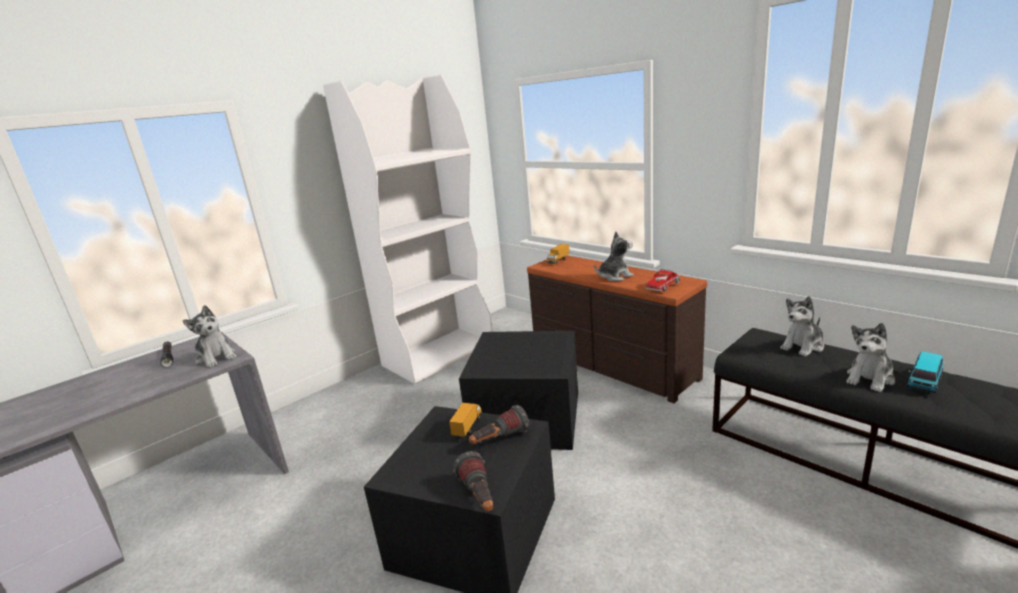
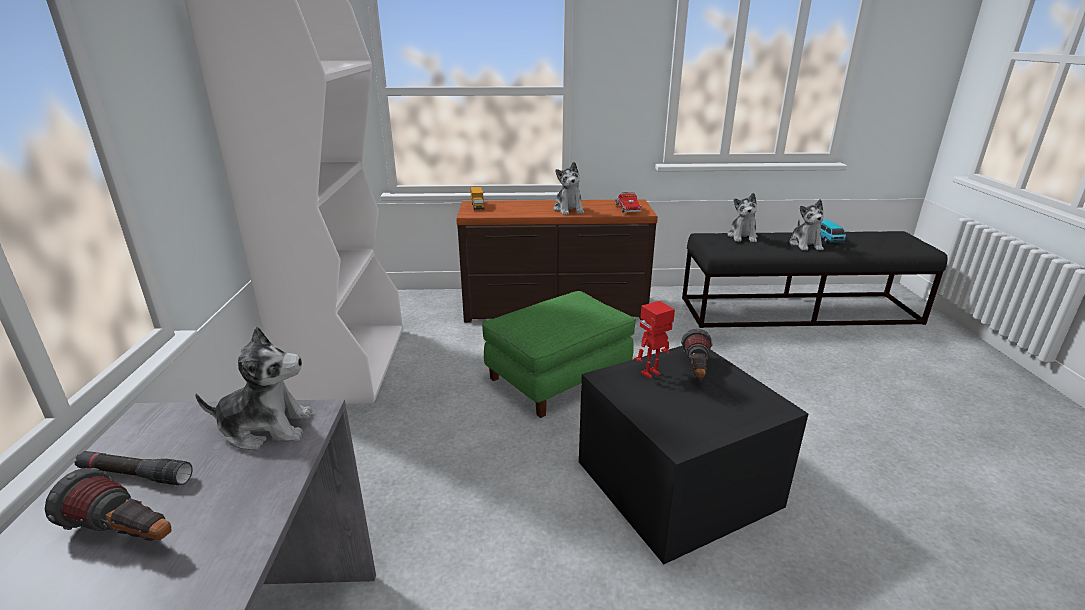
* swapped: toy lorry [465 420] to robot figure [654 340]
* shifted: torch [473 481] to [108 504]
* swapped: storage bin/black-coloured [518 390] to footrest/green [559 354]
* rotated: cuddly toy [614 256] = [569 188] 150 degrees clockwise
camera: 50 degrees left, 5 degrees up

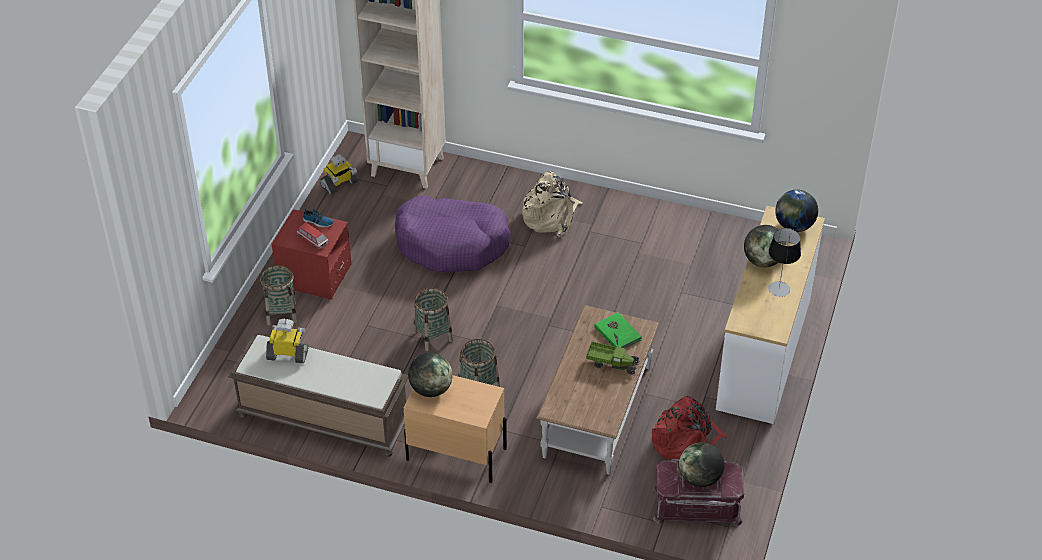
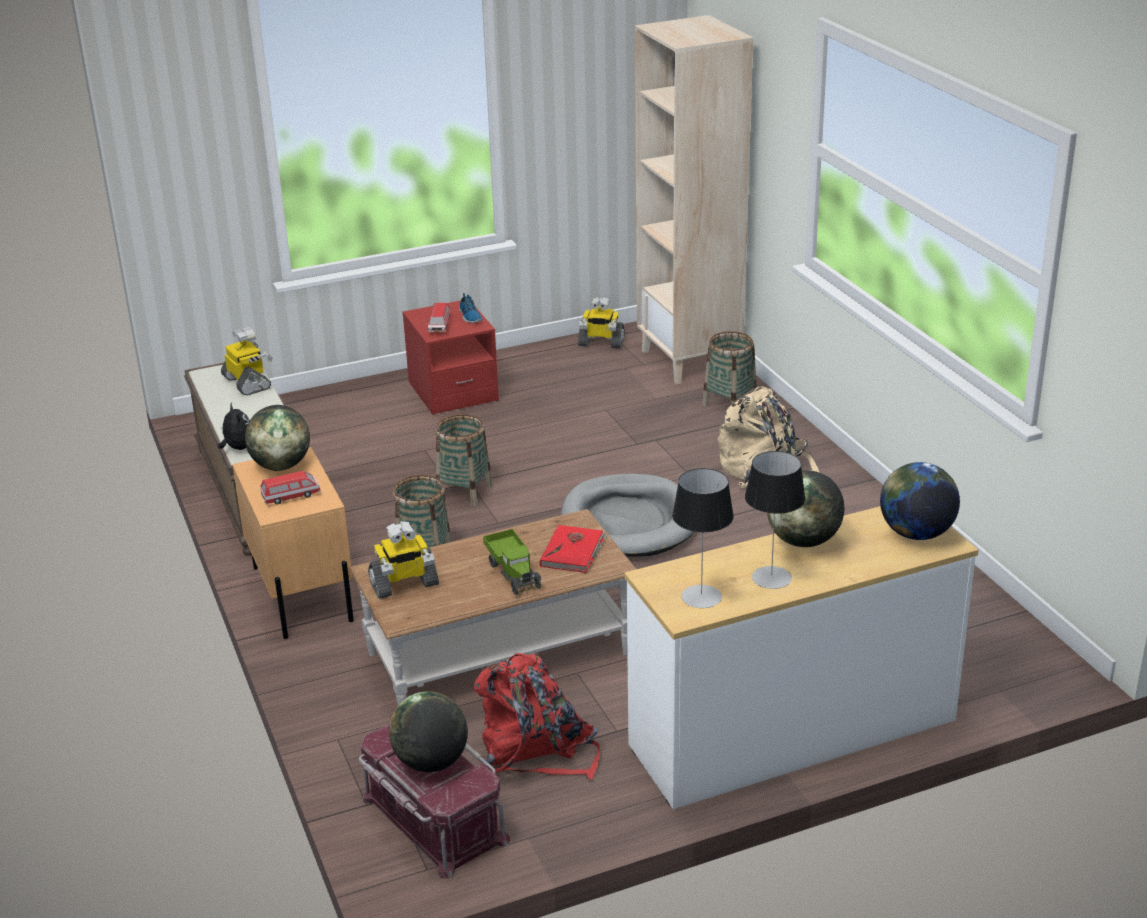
* shifted: storage basket [279 295] to [729 369]
* gone: pet bed/purple [453 233]
* repainted: bound book/green [618 330] to bound book/red-coloured [573 549]
* new: cuddly toy [234 426]
* new: toy car [290 488]
* new: robot figure [403 560]
* new: pet bed/gray [627 515]
* new: lamp for a table [703 538]
camera: 50 degrees right, 15 degrees down

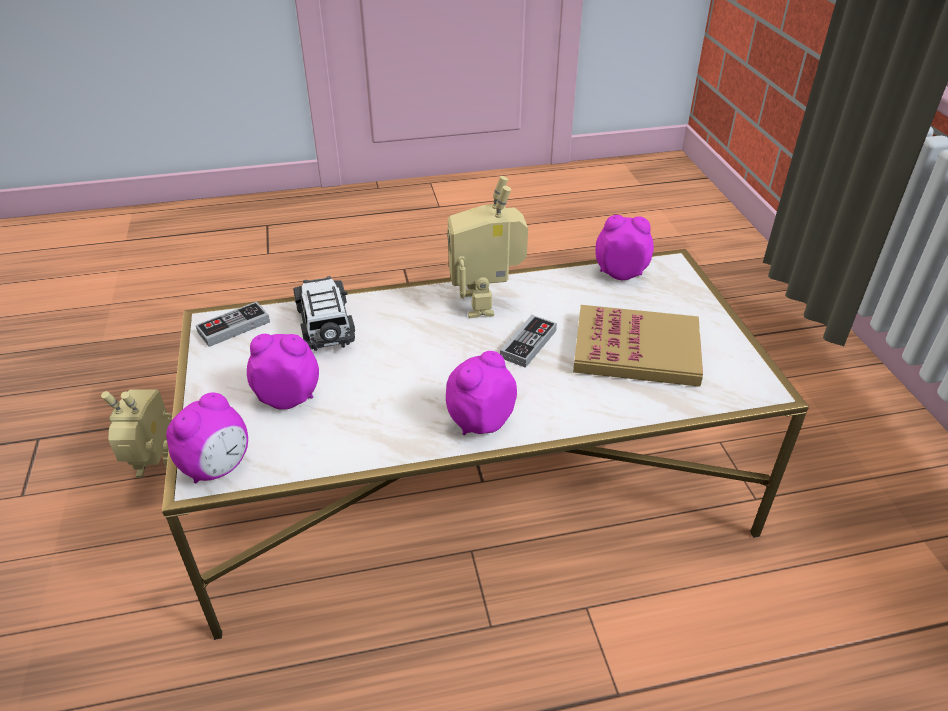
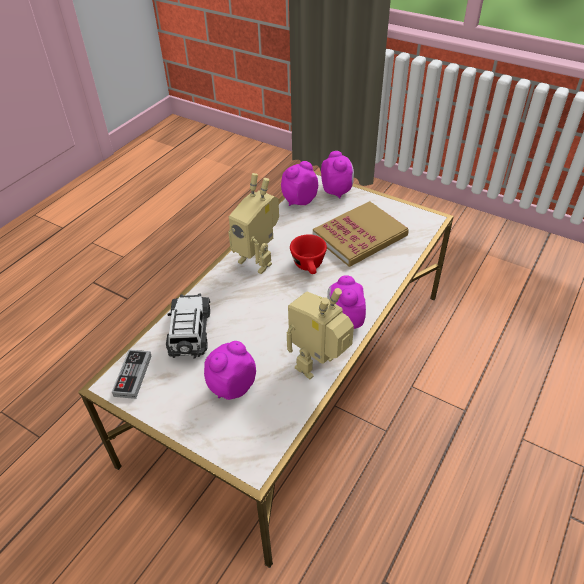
* shifted: robot figure [136 433] to [320 333]
* shifted: bedside clock [207 438] to [337 175]
* rotated: toy car [324 313] = [188 326] 60 degrees clockwise
* swapped: game controller [528 341] to small cup/red-coloured [308 254]
camera: 45 degrees left, 5 degrees up

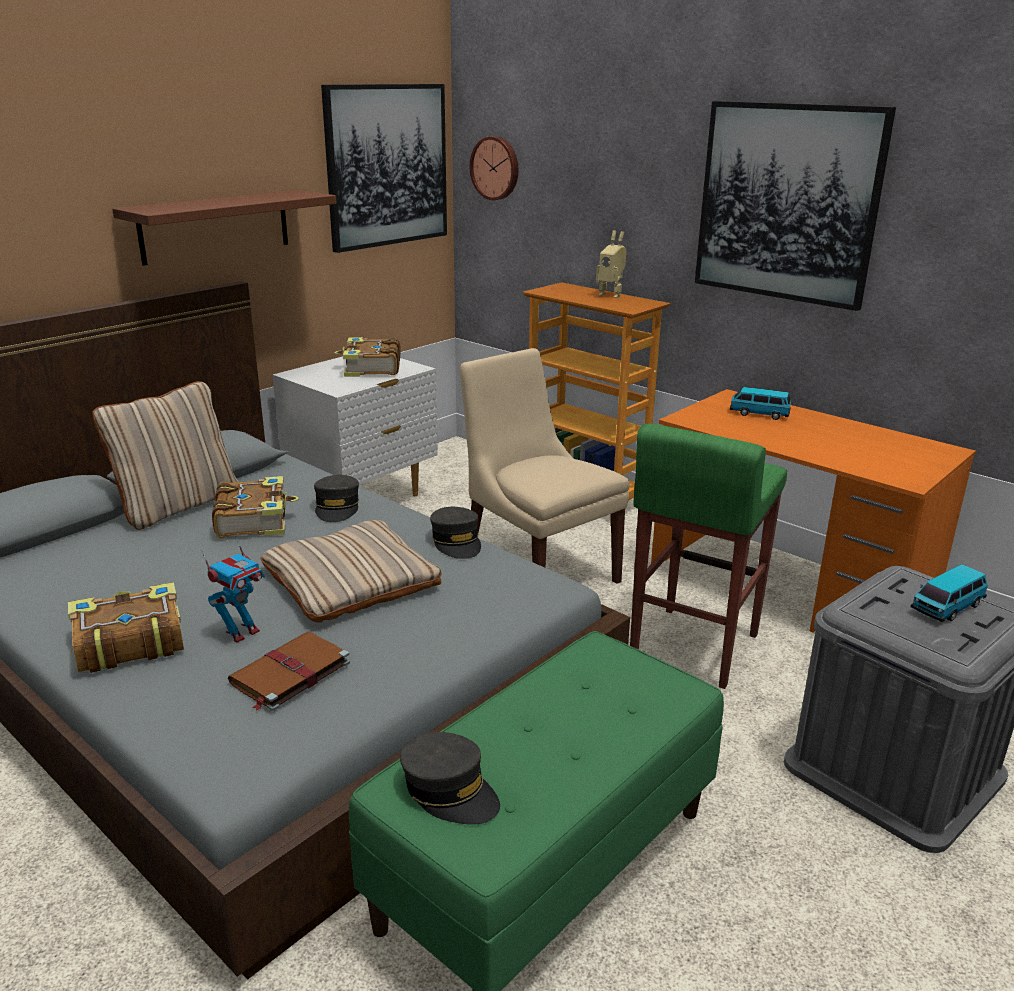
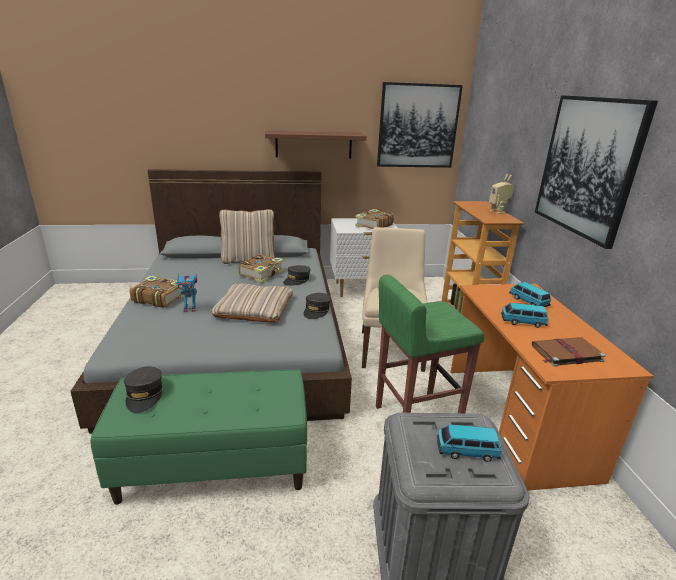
* shifted: bound book/brown-coloured [289 671] to [569 352]
* gone: clock on the wall [494 168]
* new: toy car [524 315]
camera: 40 degrees right, 0 degrees up

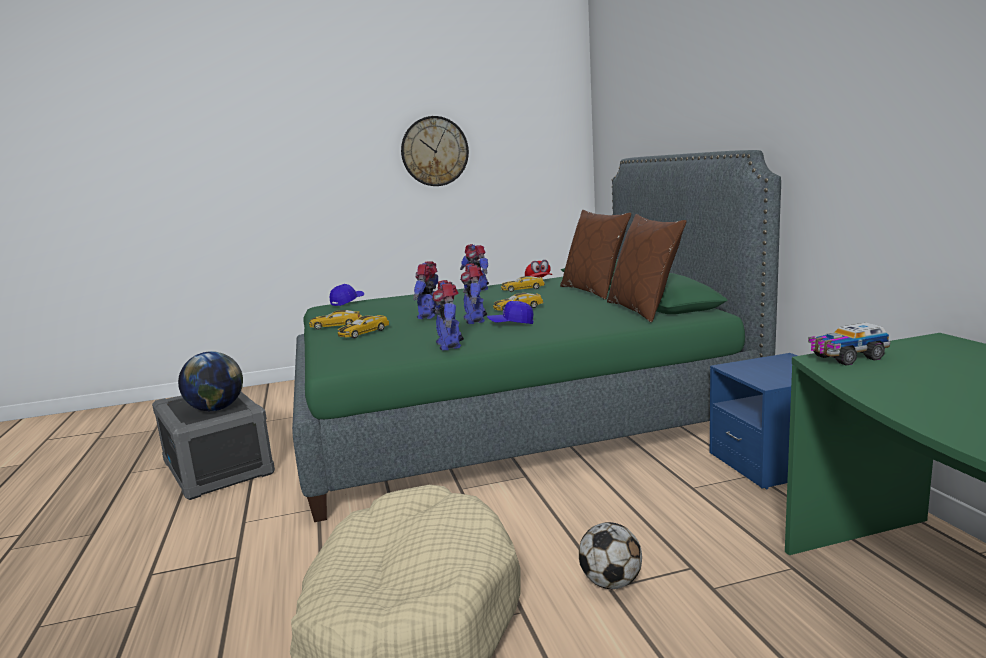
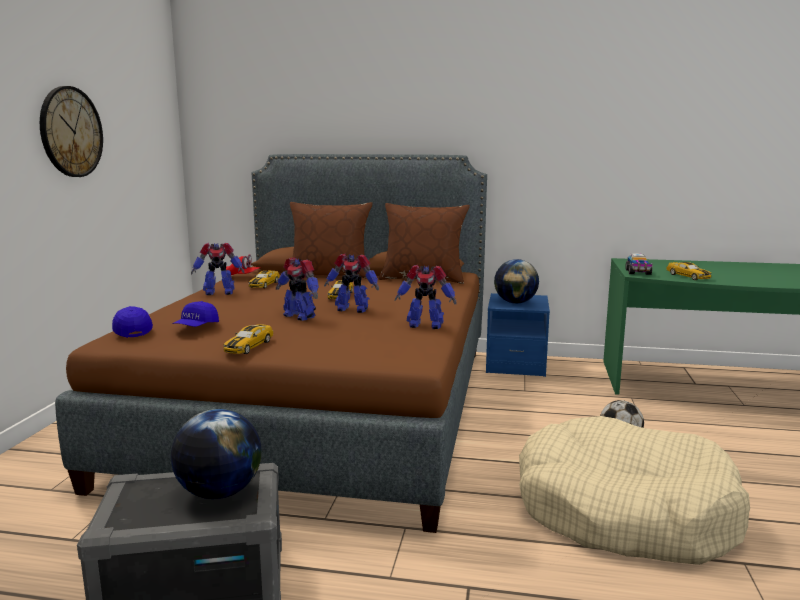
* repainted: bedroom bed/green [536 336] to bedroom bed/brown-coloured [271 343]
* shifted: toy car [363 326] to [689 271]
* shifted: baseball cap/blue-coloured [510 312] to [195 314]
* new: world globe [516 281]
camera: 65 degrees left, 0 degrees up

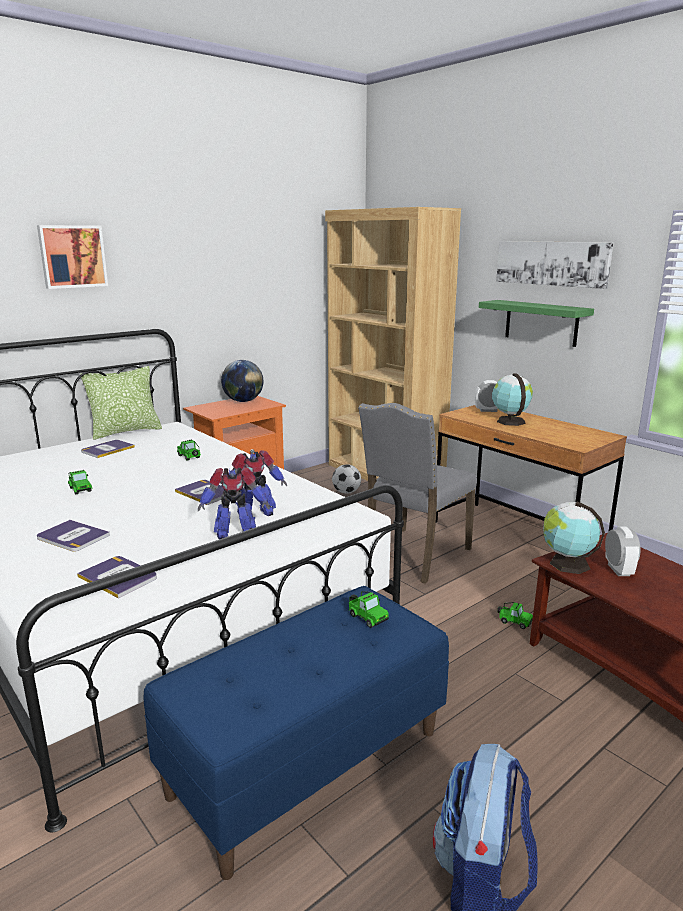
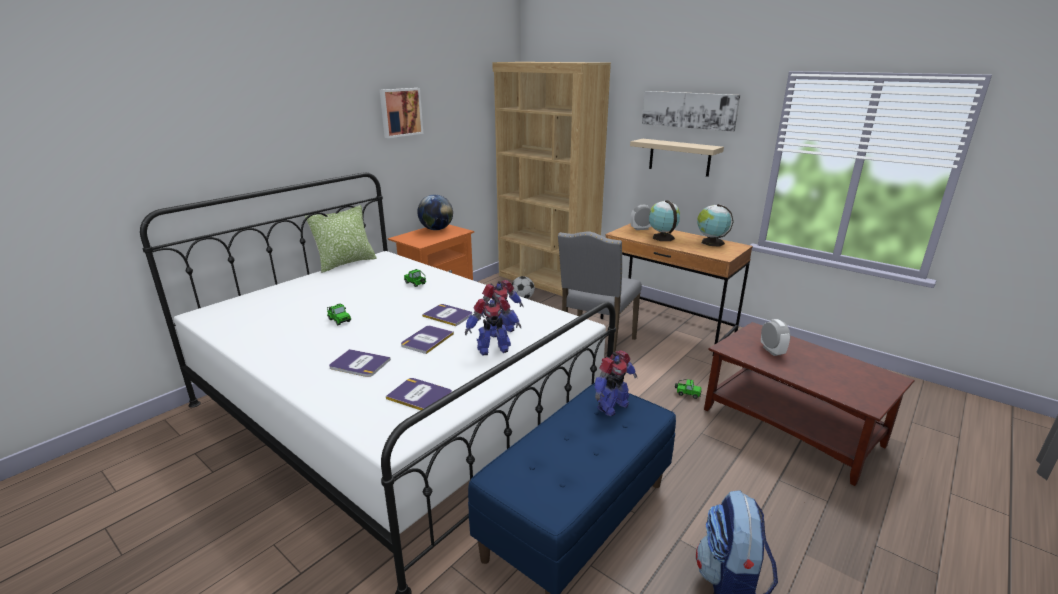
* shifted: picture [72 257] to [401 113]
* shifted: bound book [108 449] to [427 340]
* swapped: toy car [368 609] to robot figure [615 383]
* repainted: wall shelf/green [536 323] to wall shelf/beige [677 158]
* shifted: world globe [574 538] to [715 225]
camera: 10 degrees left, 5 degrees up

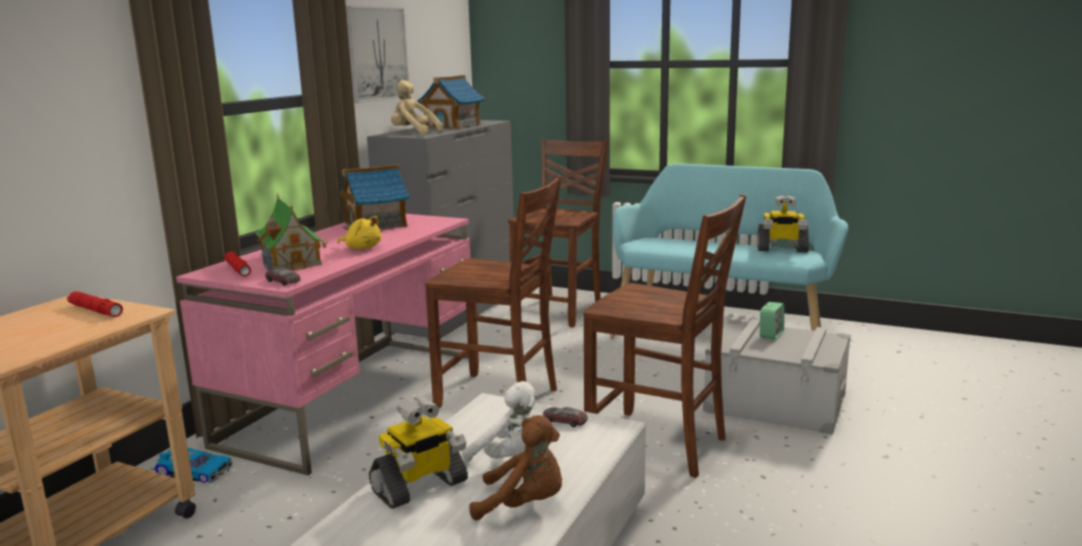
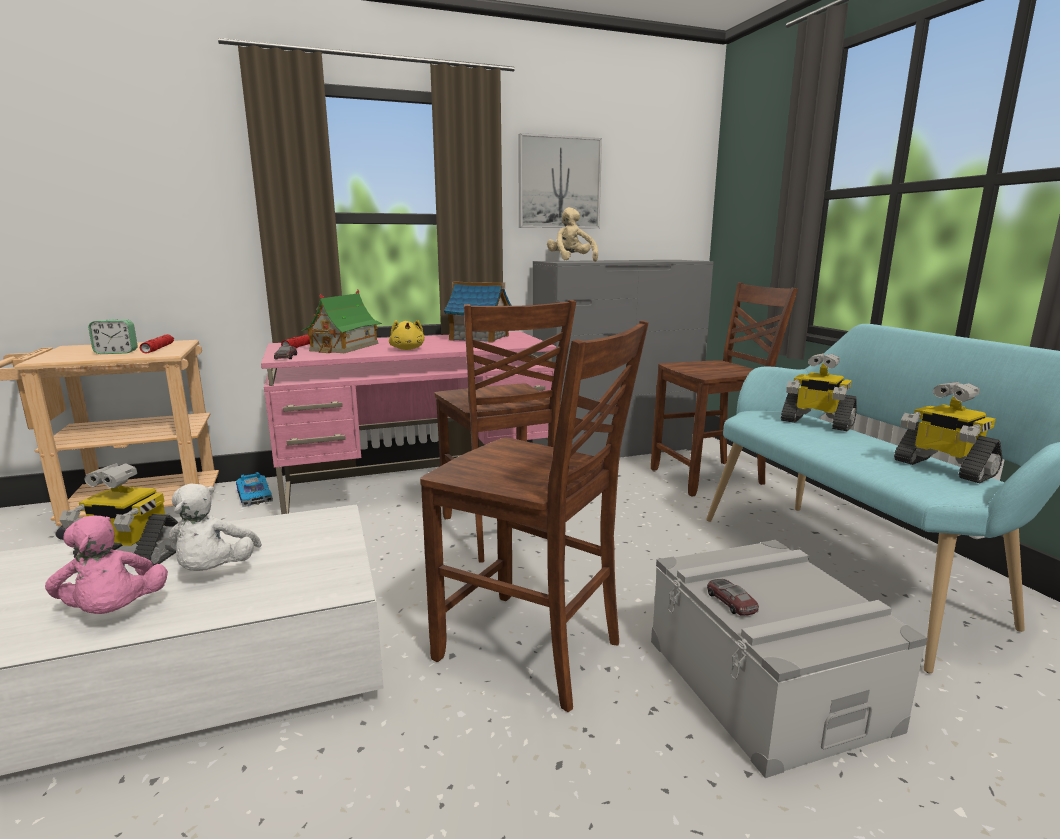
* gone: toy house [451 102]
* repainted: cuddly toy/brown-coloured [515 468] to cuddly toy/pinkish [106 565]
* shifted: toy car [565 417] to [733 597]
* rotated: upright chair/brown-coloured [665 336] = [534 516] 45 degrees counterclockwise
* shifted: bedside clock [772 321] to [112 336]
* new: robot figure [819 392]
camera: 45 degrees right, 0 degrees up

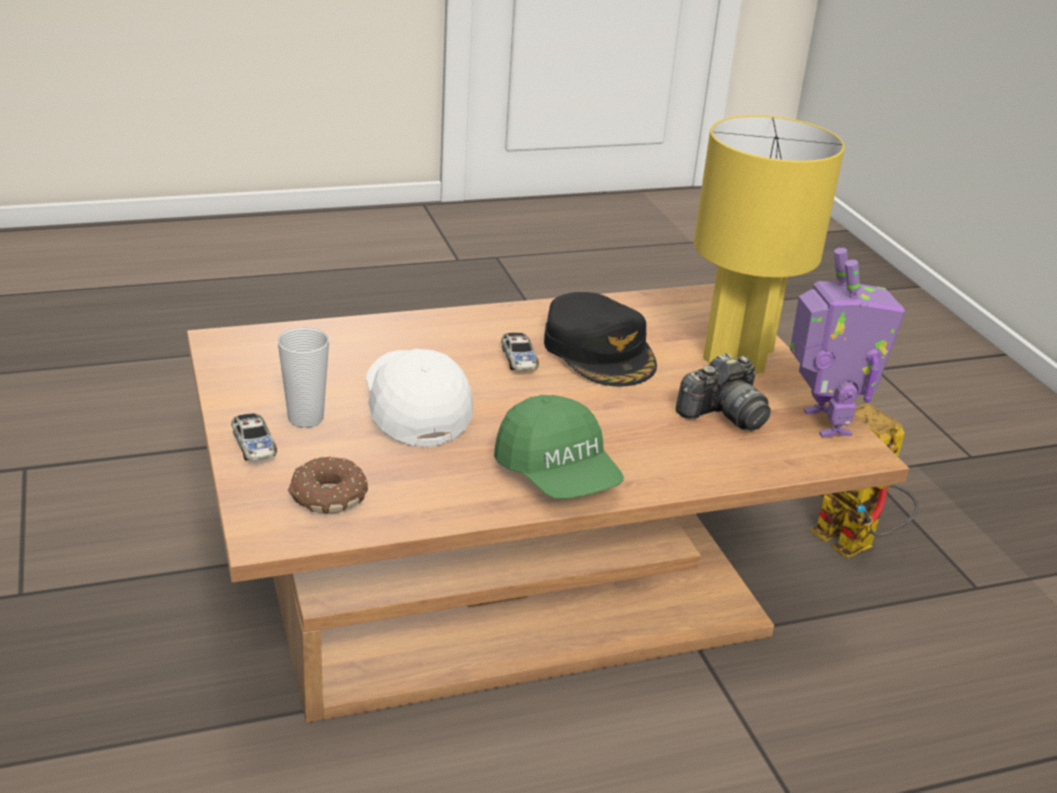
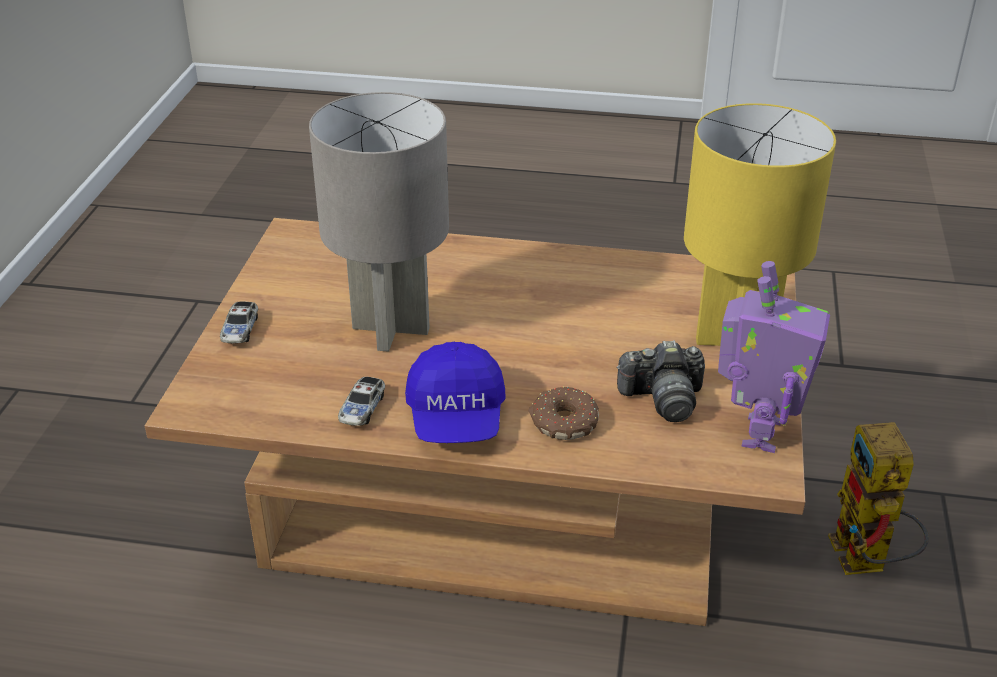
* gone: small cup [303 377]
* shifted: doughnut [328 485] to [563 413]
* swapped: baseball cap/white [419 398] to lamp for a table/gray [379 222]
* repainted: baseball cap/green [559 447] to baseball cap/blue-coloured [455 392]
* shifted: toy car [520 351] to [361 401]
* gone: baseball cap/black-coloured [600 339]
camera: 30 degrees right, 5 degrees up

